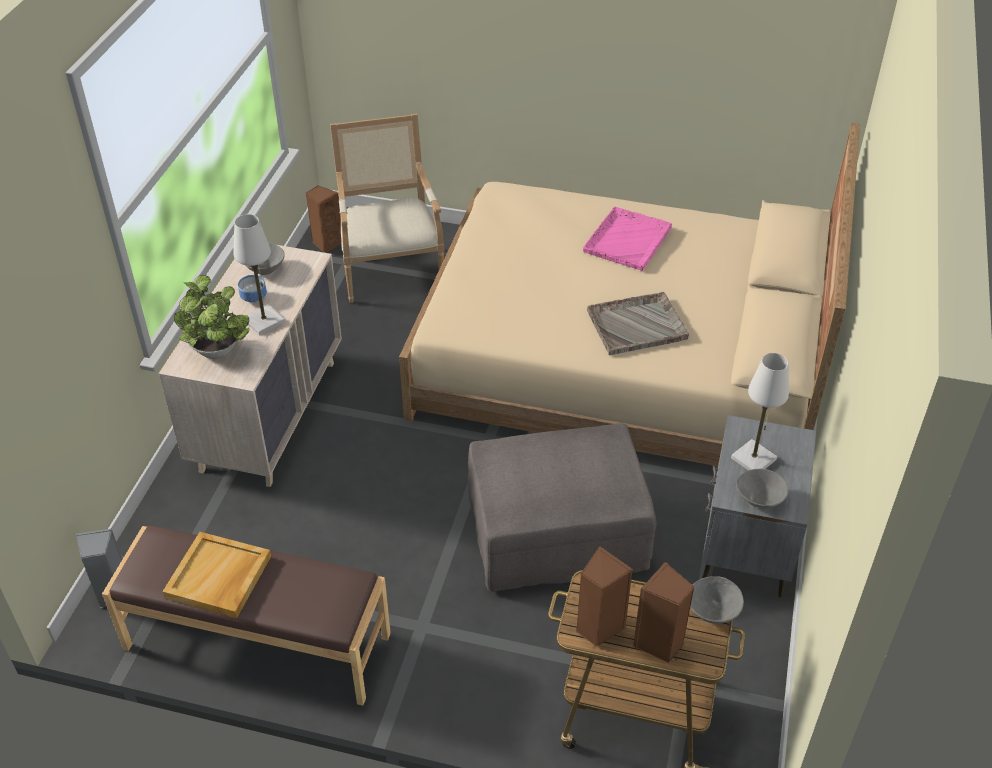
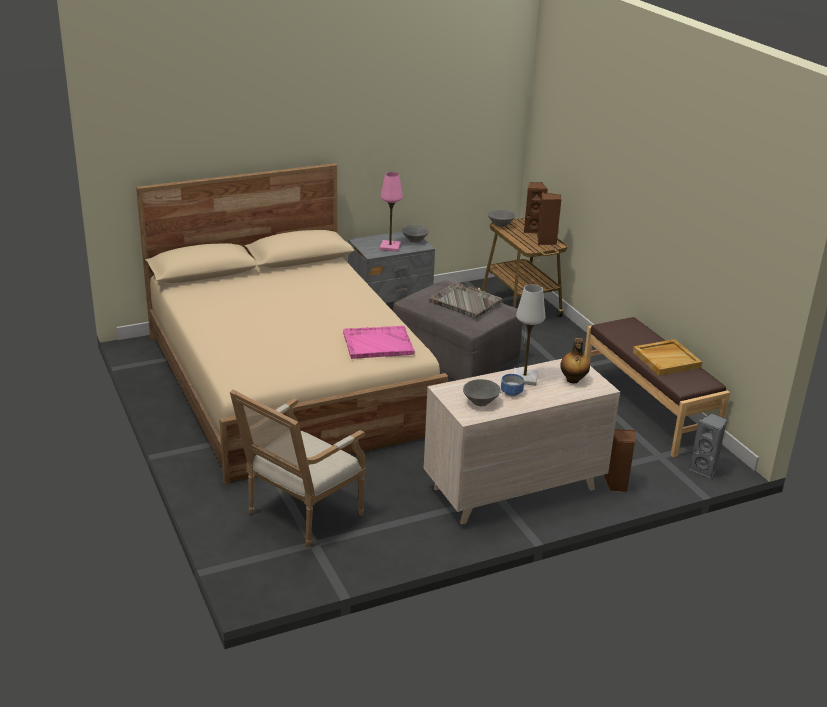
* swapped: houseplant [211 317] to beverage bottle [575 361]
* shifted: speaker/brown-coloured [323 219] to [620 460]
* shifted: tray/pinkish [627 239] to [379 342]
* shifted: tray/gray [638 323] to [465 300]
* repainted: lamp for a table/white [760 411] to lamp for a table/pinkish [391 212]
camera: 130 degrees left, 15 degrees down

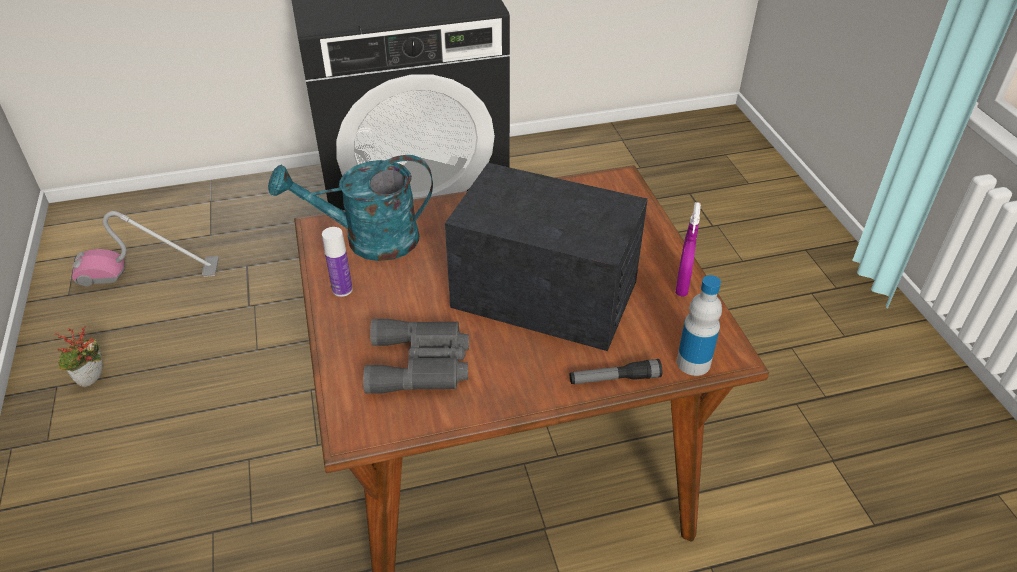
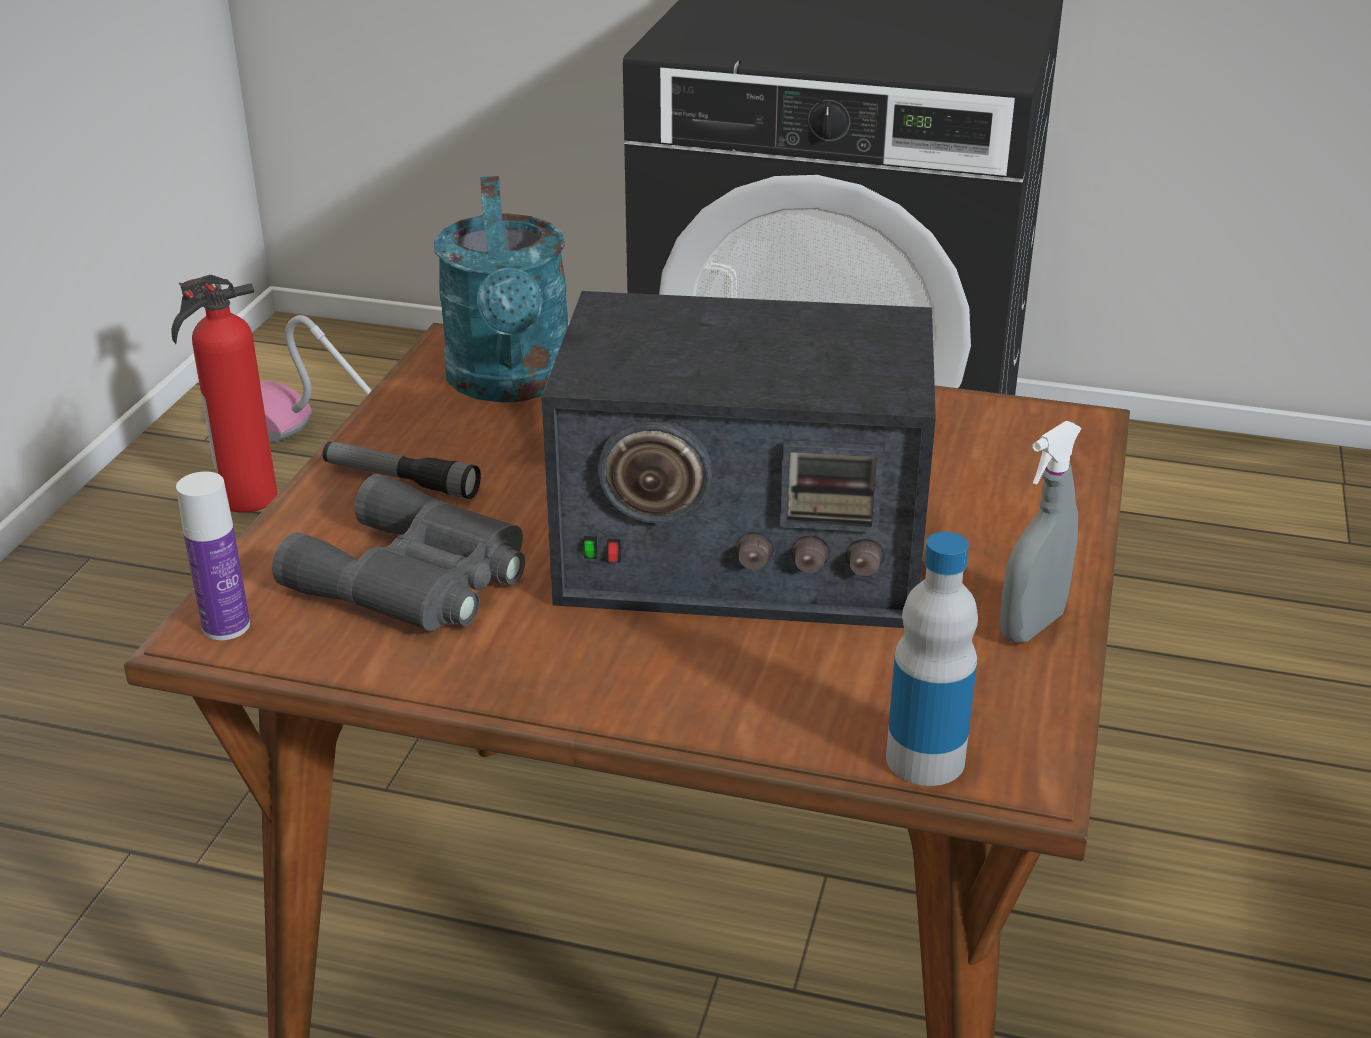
* gone: houseplant [78 356]
* rotated: watering pot/turquoise [350 208] = [501 289] 120 degrees counterclockwise
* shifted: beverage bottle [337 262] to [213 556]
* rotated: radio receiver [546 257] = [738 459] 135 degrees clockwise
* shifted: torch [616 371] to [402 470]
* repainted: sprayer/purple [688 249] to sprayer/gray [1041 532]
* new: fire extinguisher [225 394]
camera: 30 degrees right, 10 degrees down

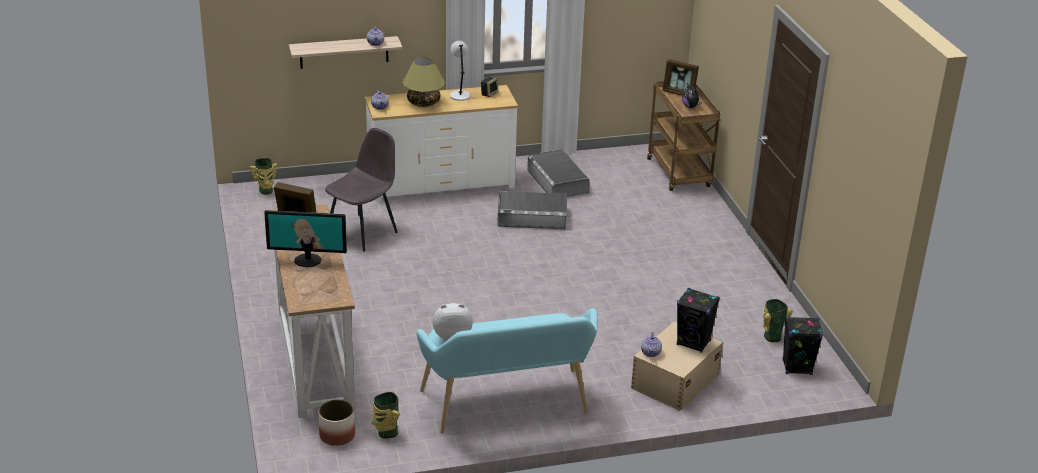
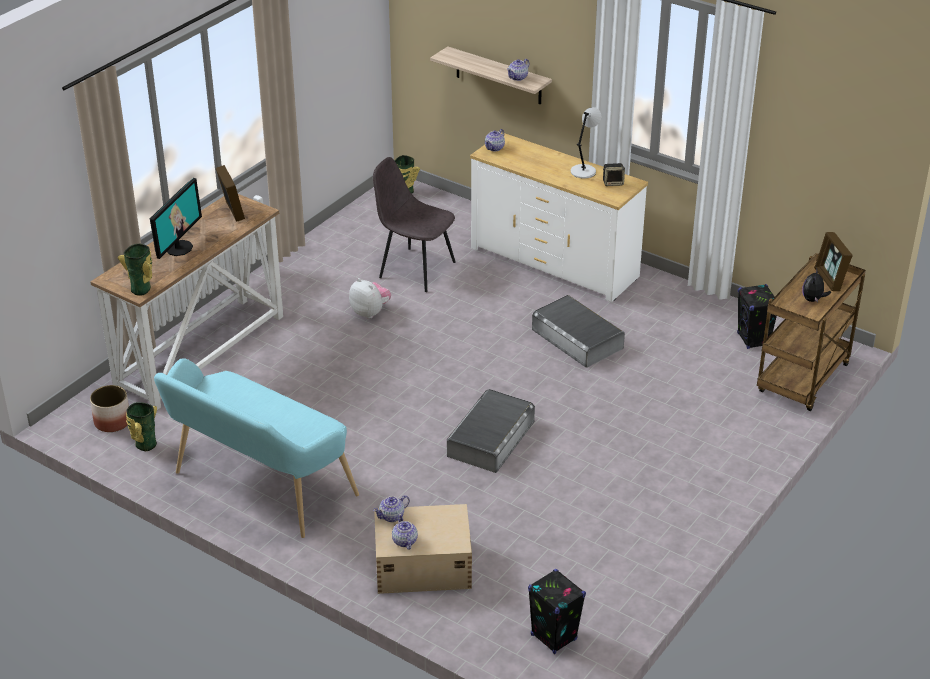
* rotated: computer screen [305 238] = [176 218] 120 degrees counterclockwise
* rotated: upright chair/gray [361 190] = [414 224] 150 degrees counterclockwise
* gone: lamp for a table [424 82]
* shifted: cuddly toy [453 322] to [370 298]
* shifted: storage bin/gray [558 173] to [491 431]
* shifted: speaker/black-coloured [698 320] to [757 316]
* shifted: flower vase [778 320] to [135 270]
* new: pot for tea [405 532]
camera: 50 degrees right, 5 degrees up

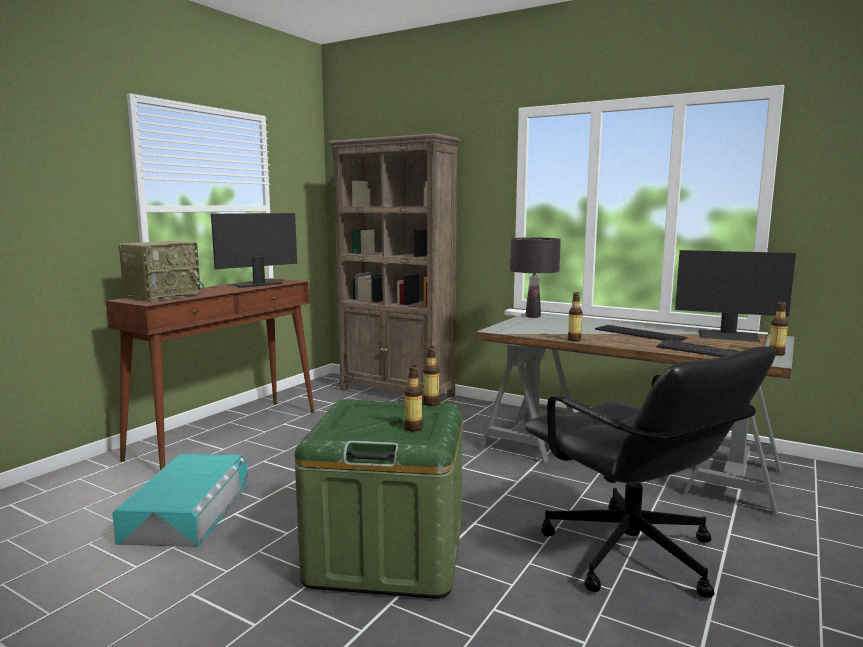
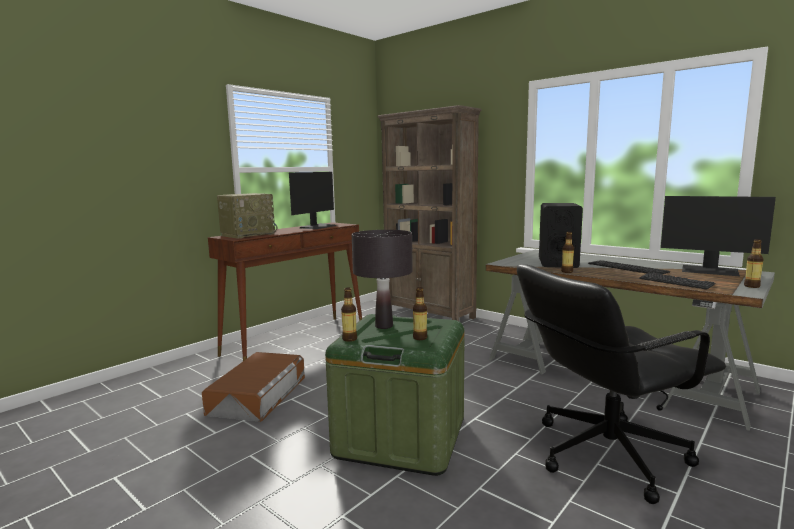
* repainted: storage bin/turquoise [180 500] to storage bin/brown-coloured [253 387]
* rotated: computer screen [254 250] = [313 200] 150 degrees clockwise
* shifted: beverage bottle [431 376] to [349 315]
* shifted: lamp for a table/black-coloured [535 278] to [382 279]
* rotated: office chair/black-coloured [650 472] = [621 384] 90 degrees clockwise
* new: speaker/black-coloured [561 235]
camera: 10 degrees right, 0 degrees up

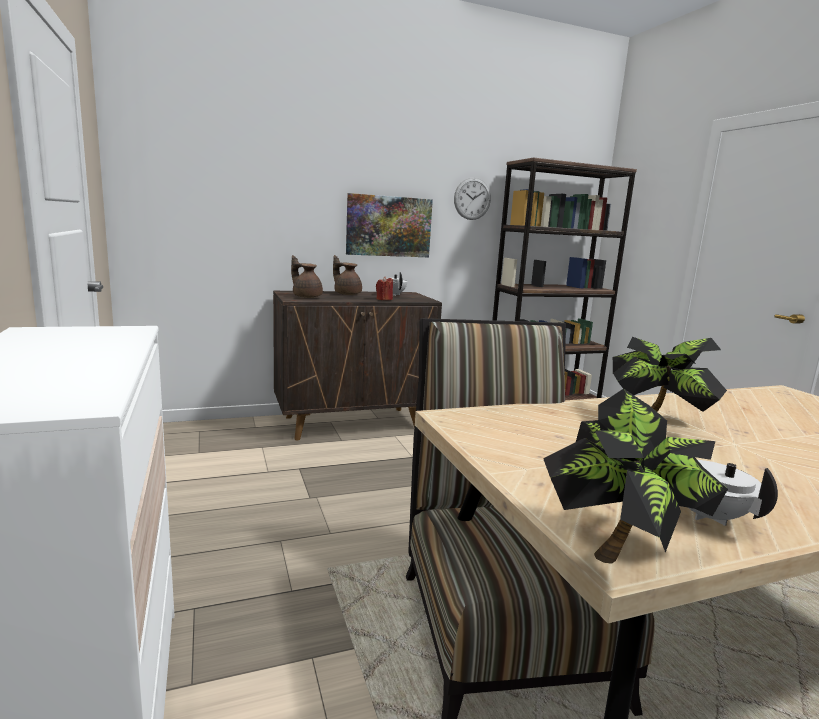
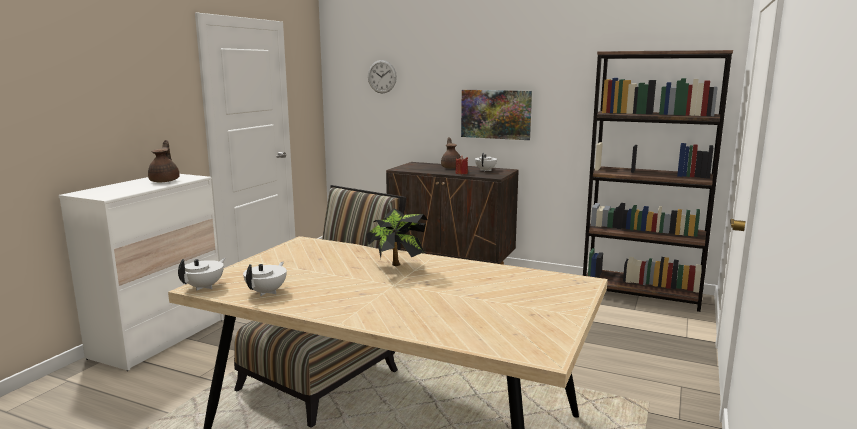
* shifted: pot for tea/brown-coloured [307 276] to [164 161]
* shifted: clock on the wall [472 199] to [382 76]
* swapped: houseplant [635 476] to pot for tea/white [201 274]
camera: 45 degrees right, 0 degrees up

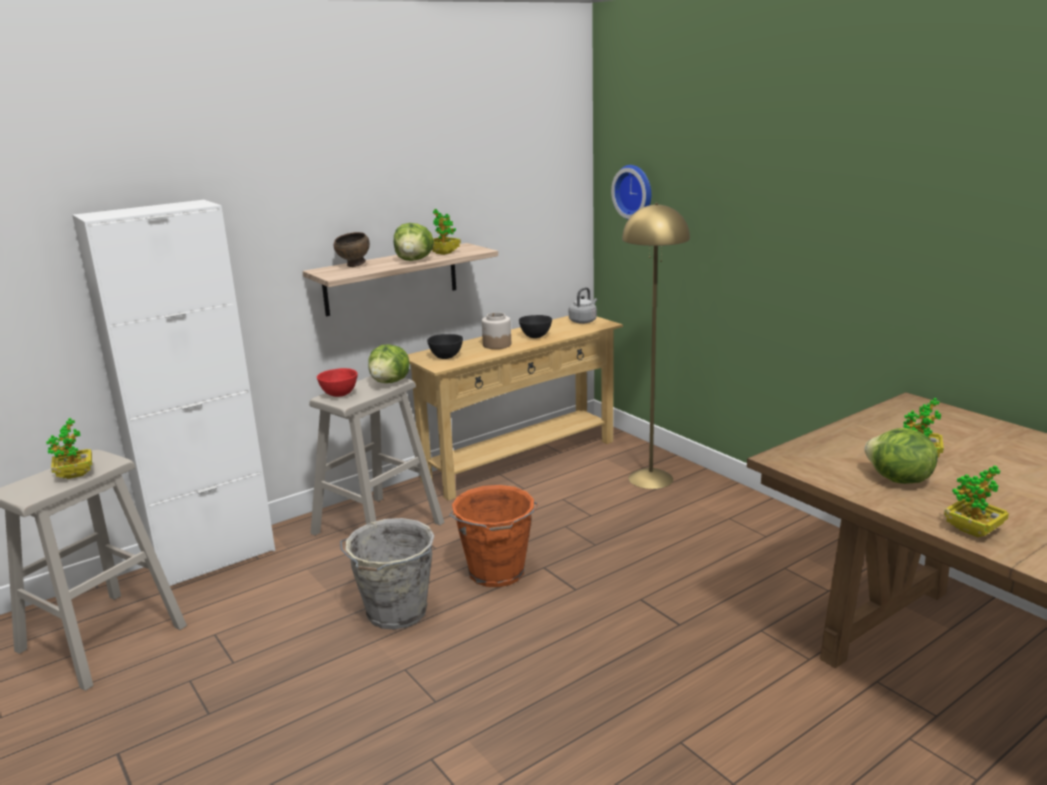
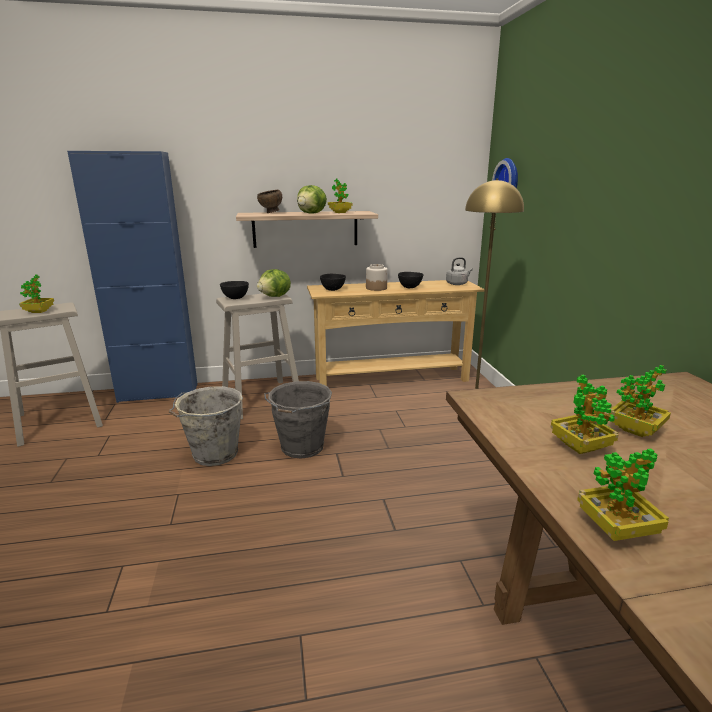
* repainted: storage cabinet/white [173 393] to storage cabinet/blue-coloured [132 277]
* repainted: serving bowl/red-coloured [337 382] to serving bowl/black-coloured [234 290]
* repainted: bucket/orange [494 536] to bucket/gray [298 420]
* swapped: head of lettuce [901 456] to houseplant [584 414]
camera: 25 degrees right, 0 degrees up

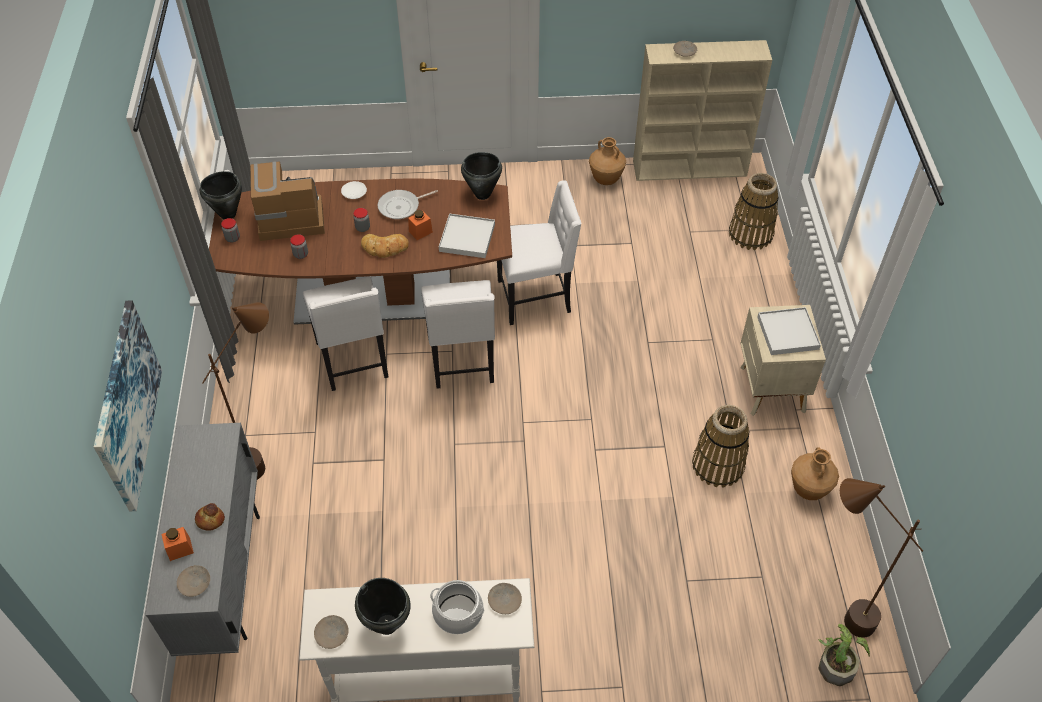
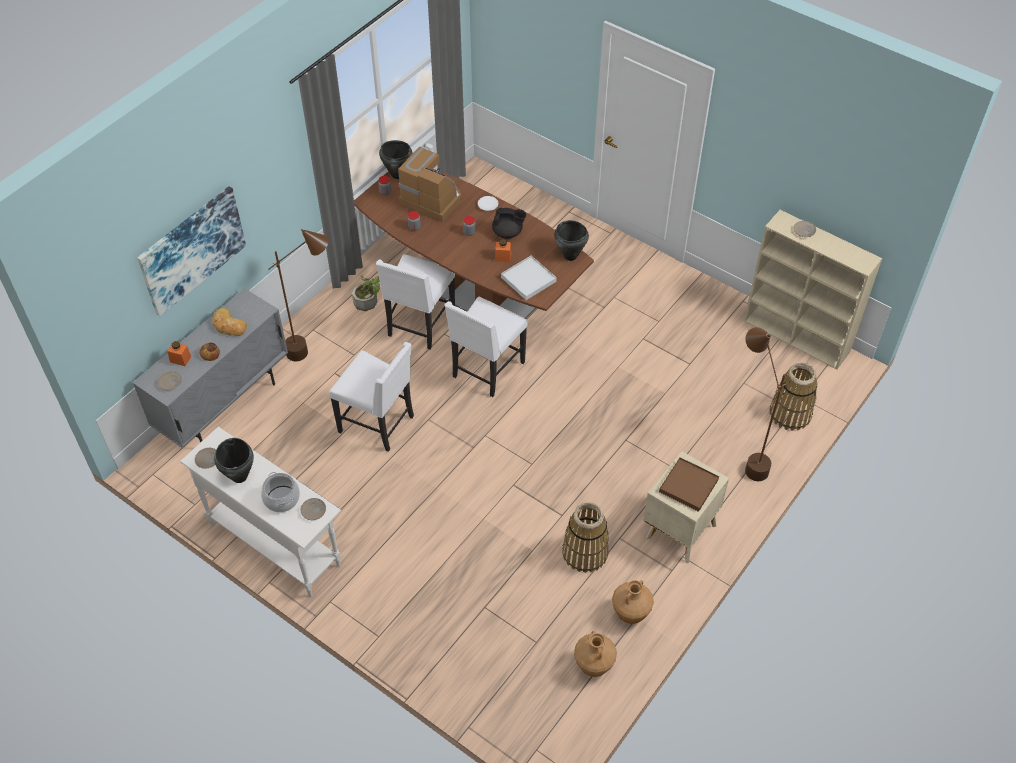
* shifted: bakery bread [385 246] to [230 322]
* swapped: pan [408 204] to pot for tea/black-coloured [509 222]
* shifted: upright chair/white [539 252] to [371 397]
* shifted: flower vase/brown-coloured [607 161] to [595 654]
* repainted: tray/white [789 331] to tray/brown-coloured [689 484]
* shifted: houseplant [844 655] to [366 293]
* shifted: floor lamp/brown-coloured [881 558] to [766 404]
camera: 40 degrees right, 0 degrees up

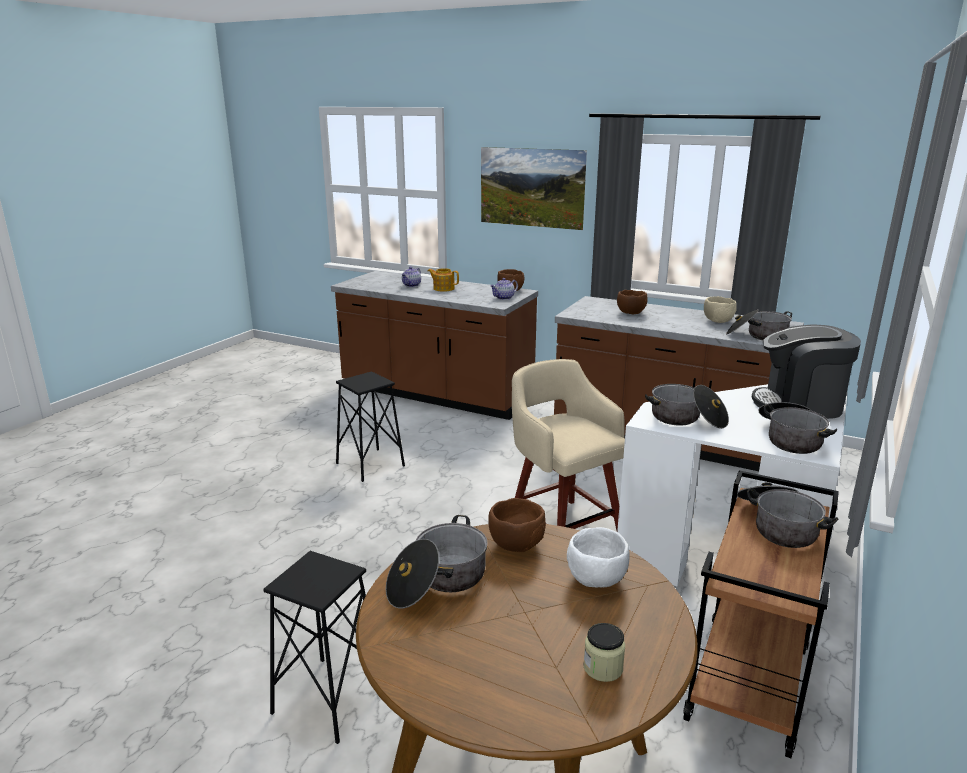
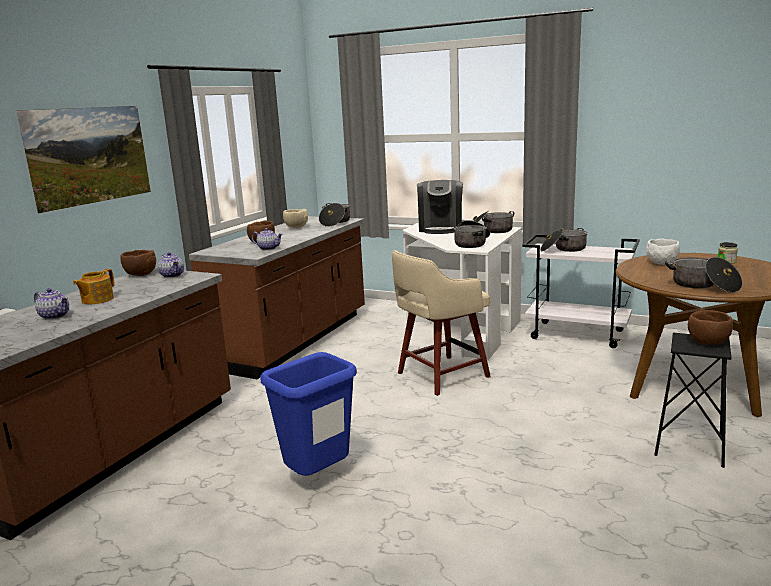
* swapped: stool seat/black-coloured [370 426] to waste bin/blue-coloured [308 414]
* shifted: serving bowl/brown-coloured [517 525] to [710 327]
* repainted: cart/brown-coloured [761 614] to cart/white [581 291]
* new: pot for tea [266 239]
camera: 90 degrees left, 5 degrees down

